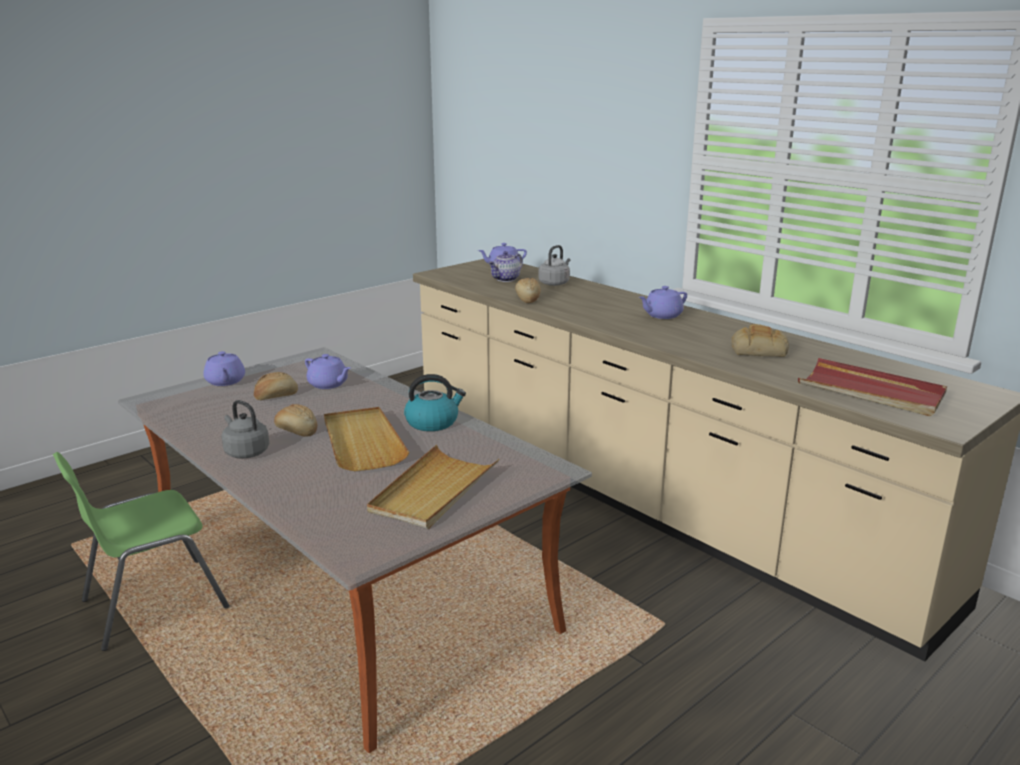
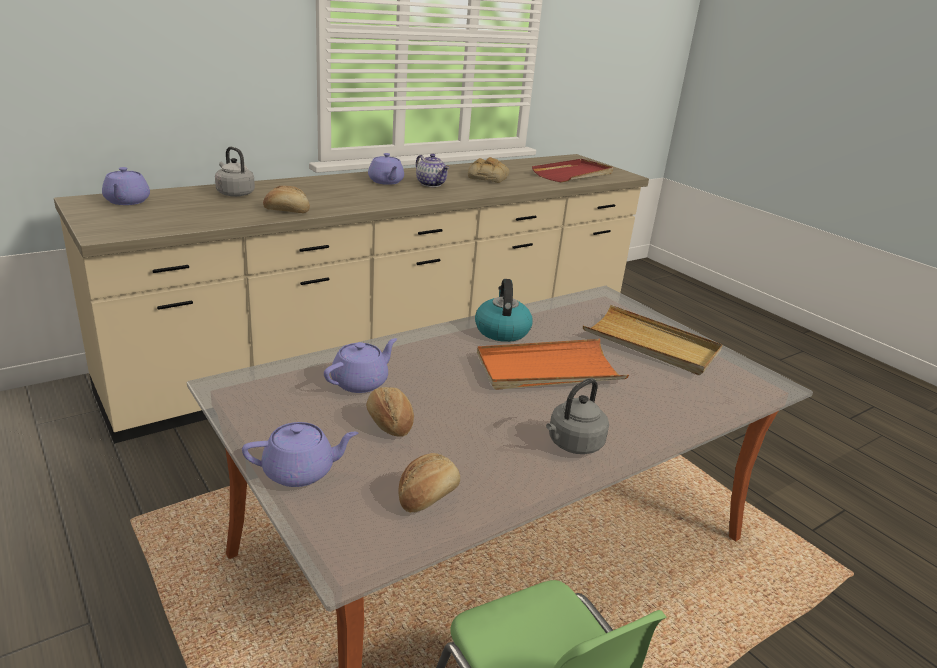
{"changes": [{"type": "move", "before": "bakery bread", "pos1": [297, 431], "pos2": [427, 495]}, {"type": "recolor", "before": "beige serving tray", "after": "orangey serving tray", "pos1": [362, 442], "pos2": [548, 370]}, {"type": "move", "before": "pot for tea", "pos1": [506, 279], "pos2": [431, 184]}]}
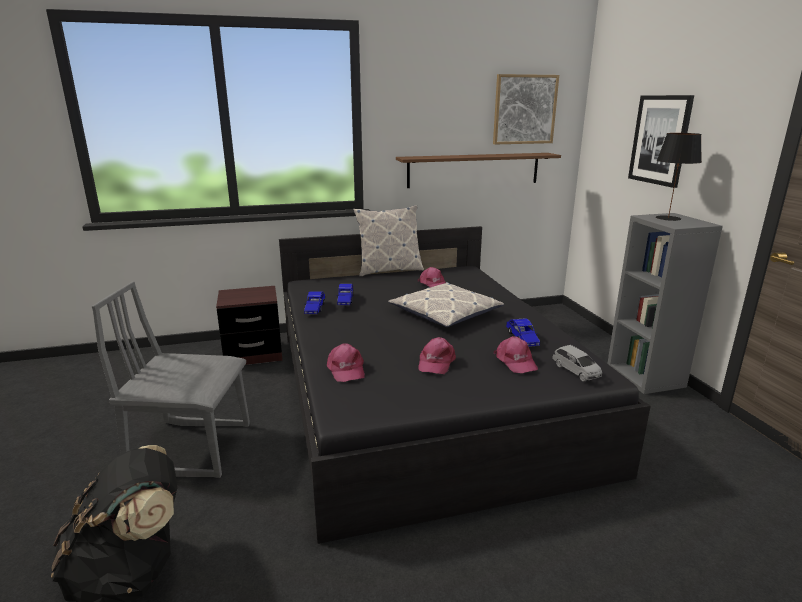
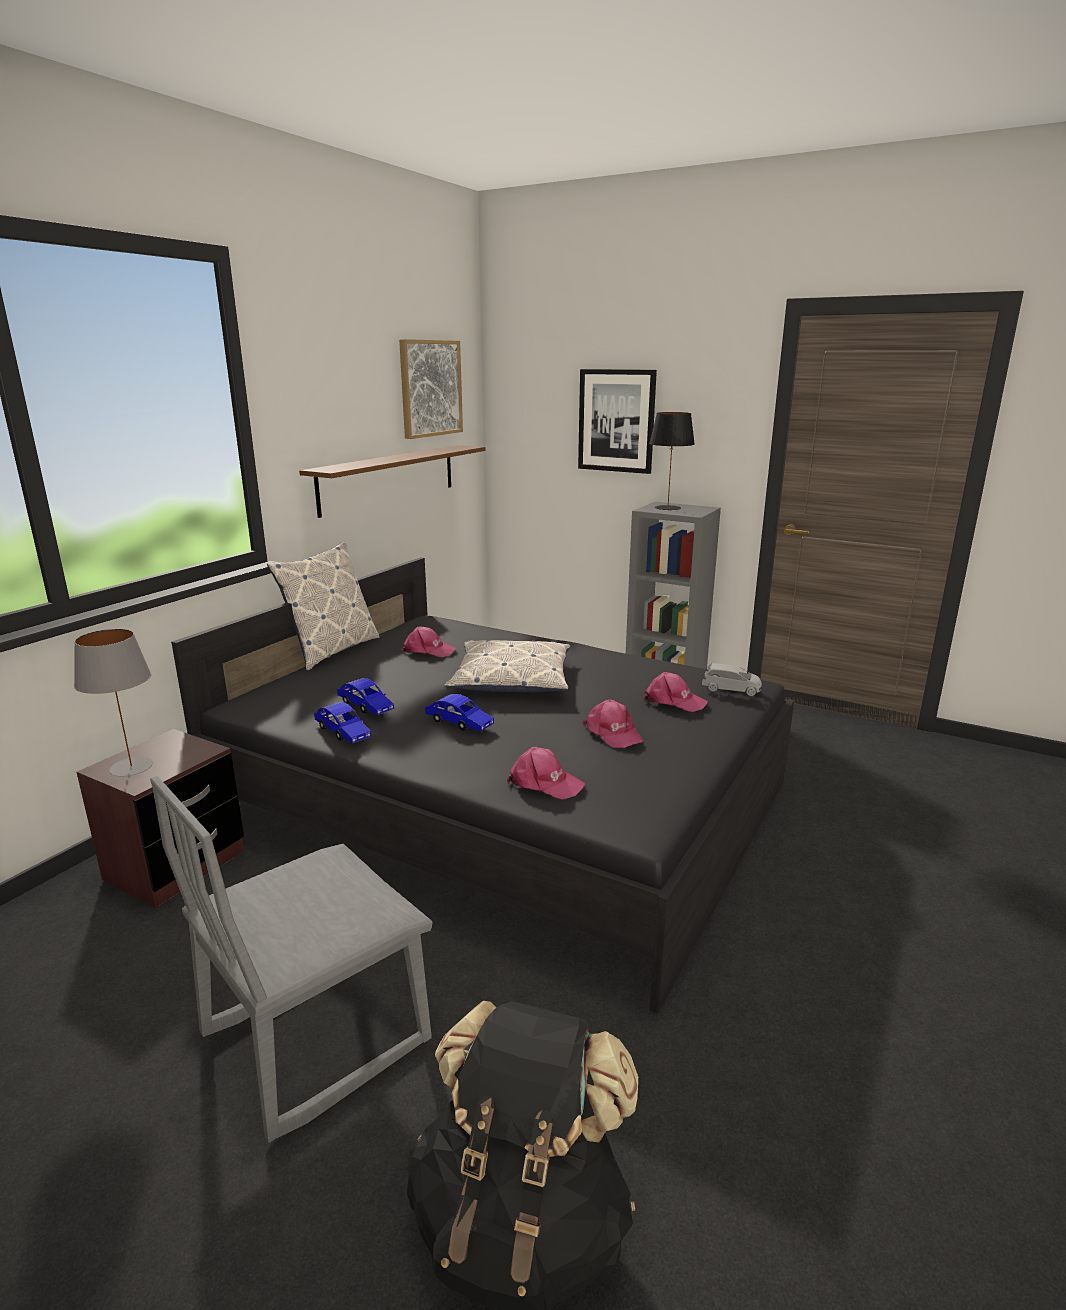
{"changes": [{"type": "move", "before": "bluish miniature car", "pos1": [522, 338], "pos2": [459, 723]}, {"type": "insert", "after": "greyish table lamp", "pos2": [131, 767]}]}
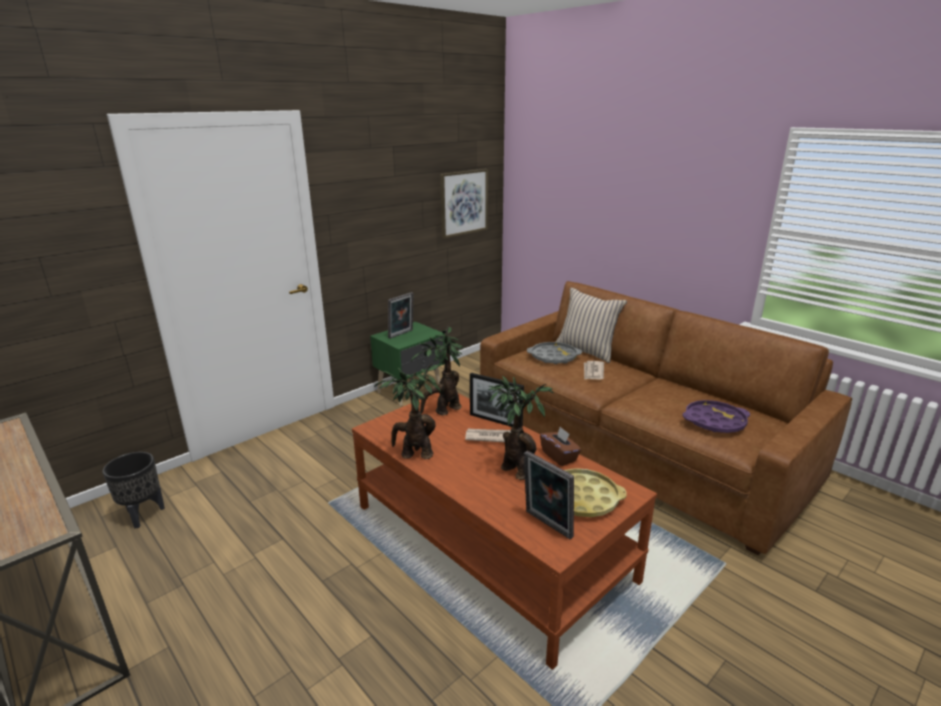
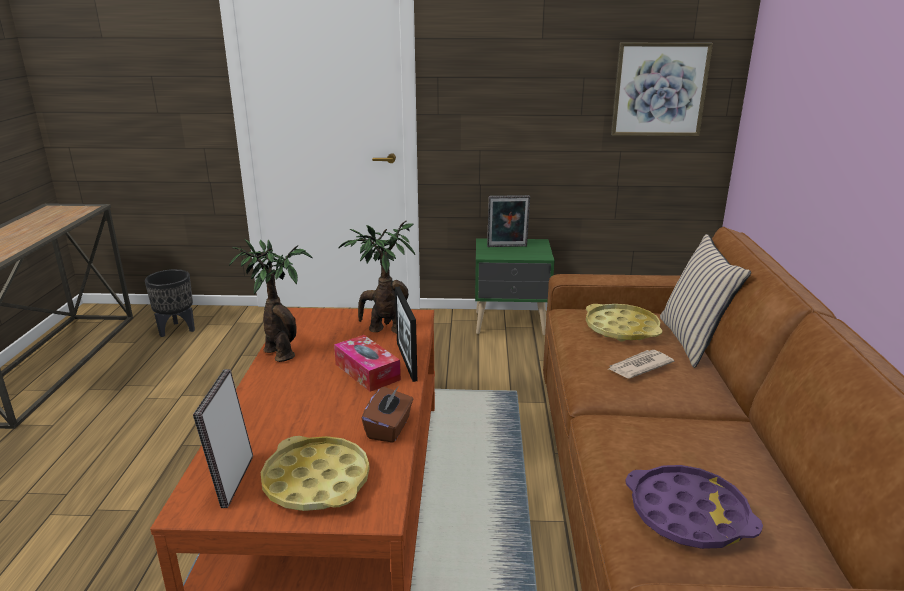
{"changes": [{"type": "replace", "before": "printed paper", "after": "box of tissues", "pos1": [488, 437], "pos2": [367, 372]}, {"type": "delete", "before": "houseplant", "pos1": [514, 469]}, {"type": "recolor", "before": "greyish serving tray", "after": "yellow-coloured serving tray", "pos1": [553, 357], "pos2": [621, 328]}]}
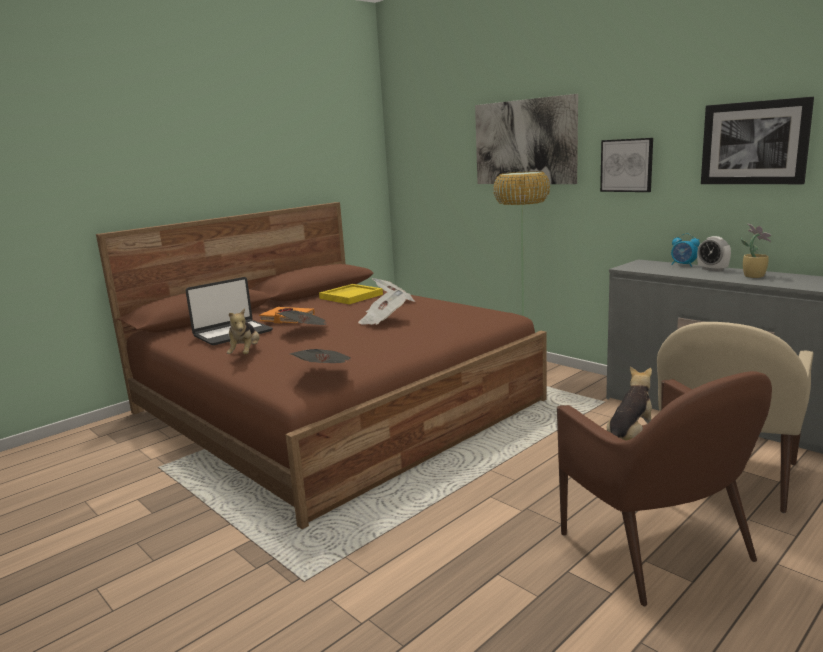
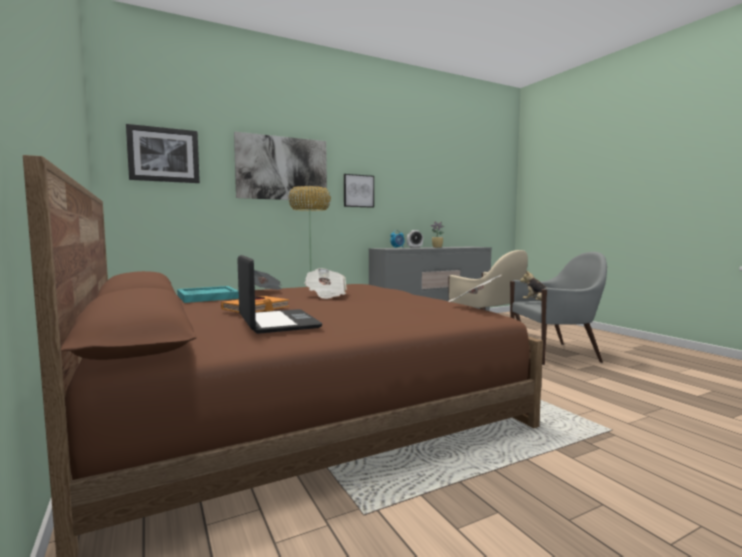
{"changes": [{"type": "delete", "before": "plush toy", "pos1": [246, 353]}, {"type": "delete", "before": "printed paper", "pos1": [306, 331]}, {"type": "recolor", "before": "yellow-coloured serving tray", "after": "blue-green serving tray", "pos1": [351, 296], "pos2": [207, 297]}, {"type": "recolor", "before": "brown-coloured lounge chair", "after": "greyish lounge chair", "pos1": [657, 549], "pos2": [555, 353]}, {"type": "move", "before": "wall picture", "pos1": [754, 143], "pos2": [164, 155]}]}
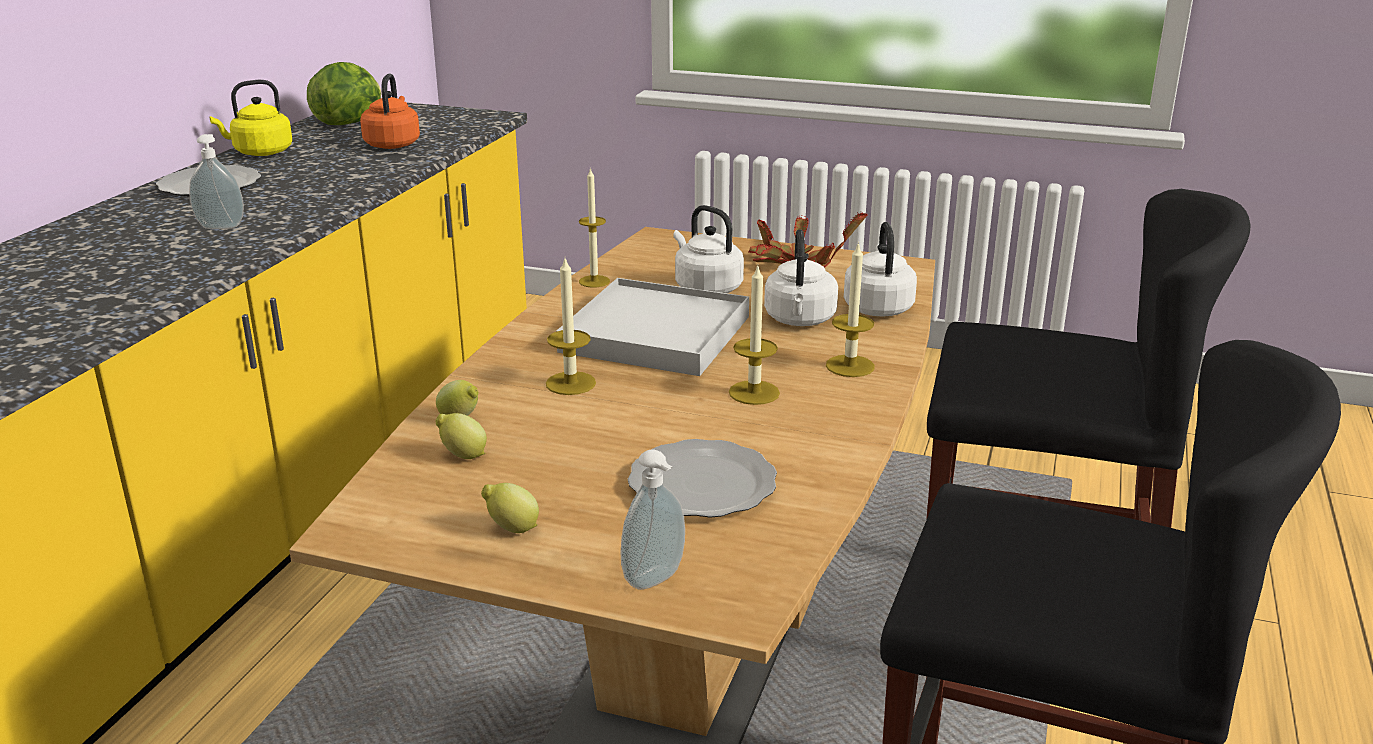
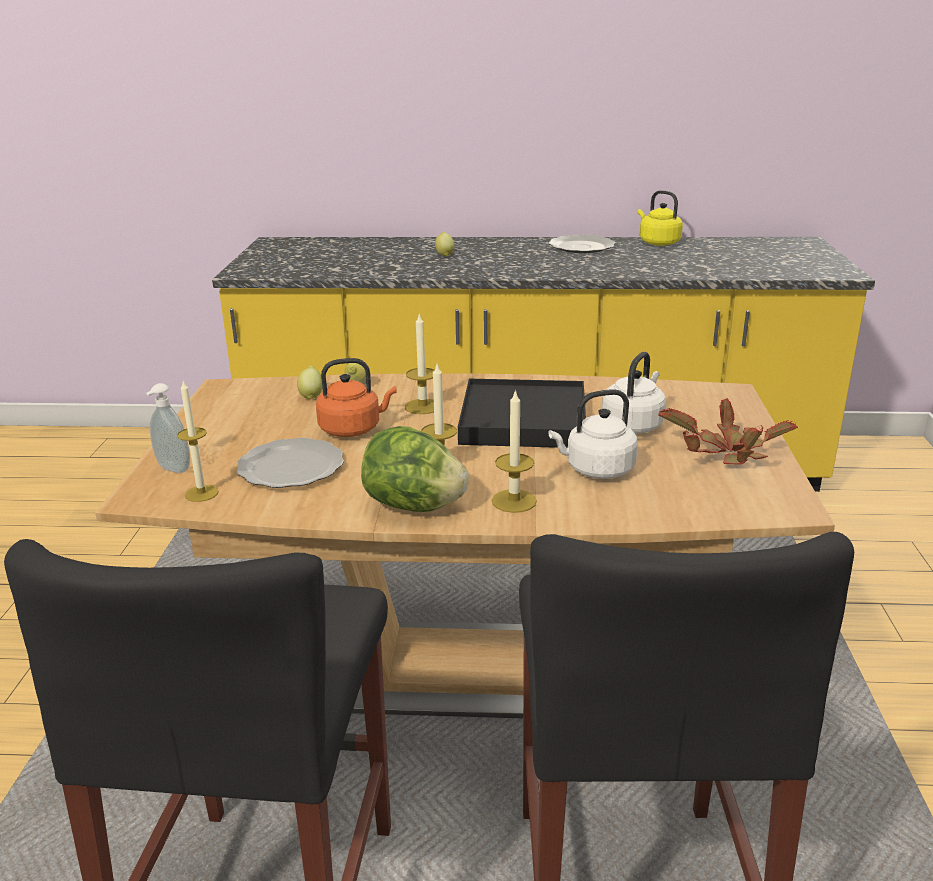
{"changes": [{"type": "delete", "before": "soap dispenser", "pos1": [222, 226]}, {"type": "move", "before": "lettuce head", "pos1": [350, 123], "pos2": [413, 506]}, {"type": "move", "before": "orangey tea kettle", "pos1": [393, 144], "pos2": [353, 429]}, {"type": "move", "before": "lemon", "pos1": [511, 528], "pos2": [444, 254]}, {"type": "recolor", "before": "white serving tray", "after": "black serving tray", "pos1": [655, 334], "pos2": [524, 419]}, {"type": "move", "before": "wax candle", "pos1": [594, 281], "pos2": [201, 493]}, {"type": "delete", "before": "white tea kettle", "pos1": [878, 307]}]}
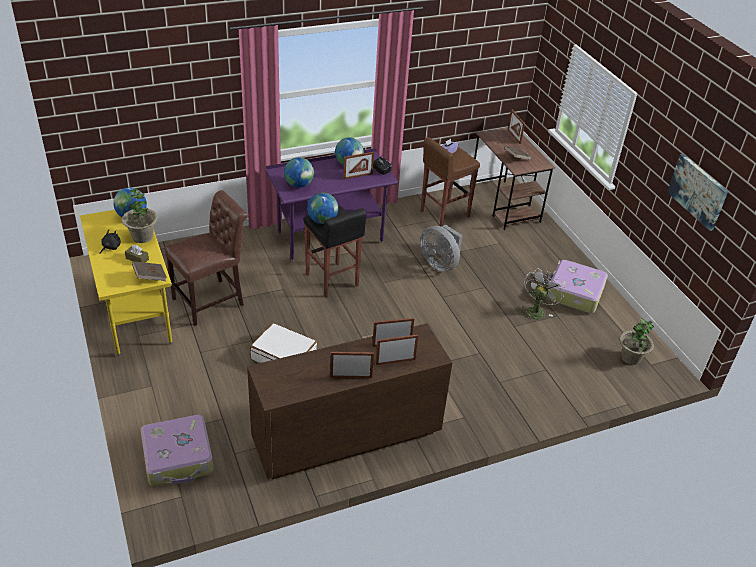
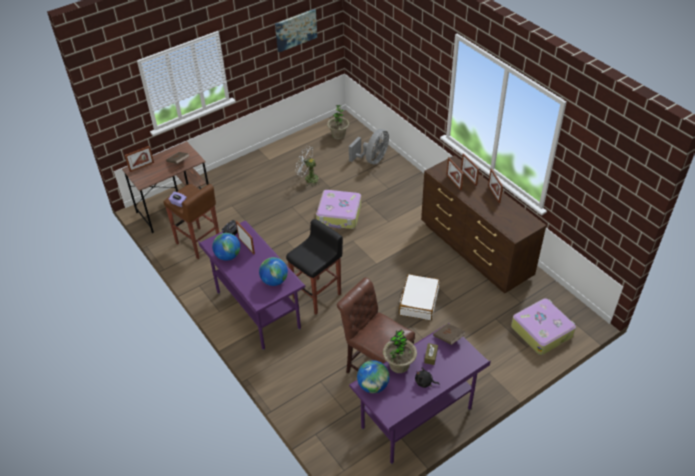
{"changes": [{"type": "recolor", "before": "yellow-coloured desk unit", "after": "purplish desk unit", "pos1": [134, 314], "pos2": [416, 419]}, {"type": "delete", "before": "globe", "pos1": [322, 220]}, {"type": "move", "before": "greyish electric fan", "pos1": [440, 263], "pos2": [372, 160]}, {"type": "move", "before": "suitcase", "pos1": [574, 293], "pos2": [339, 215]}]}
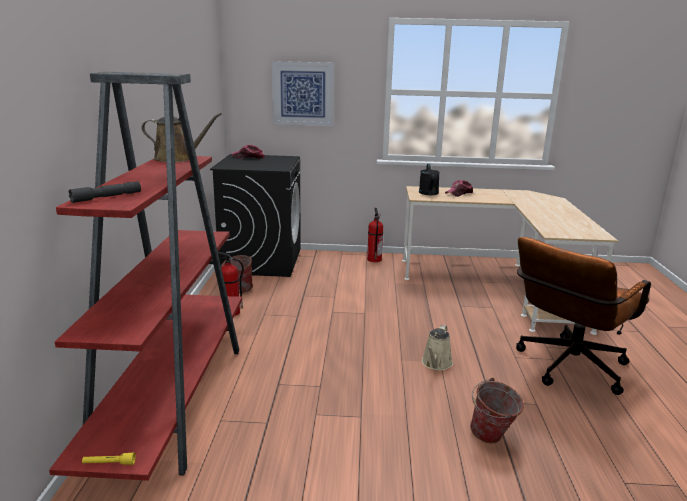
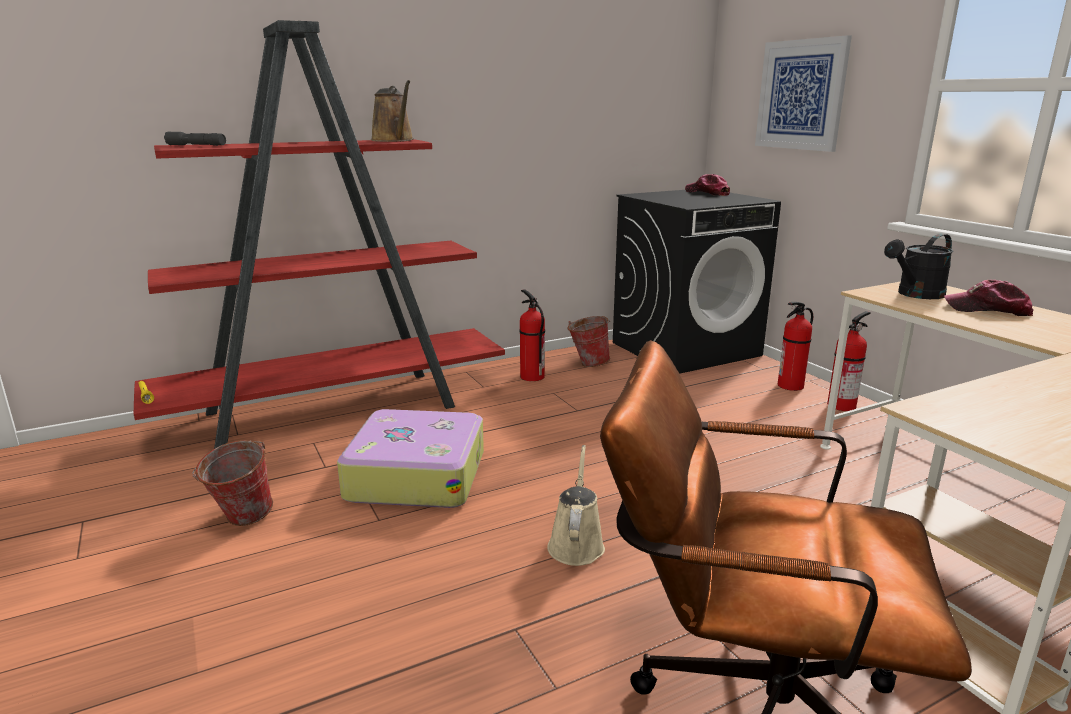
{"changes": [{"type": "rotate", "before": "beige sprinkling can", "pos1": [436, 364], "pos2": [576, 544], "turn": 105}, {"type": "move", "before": "pail", "pos1": [491, 438], "pos2": [240, 519]}, {"type": "insert", "after": "suitcase", "pos2": [416, 474]}, {"type": "insert", "after": "extinguisher", "pos2": [790, 386]}]}
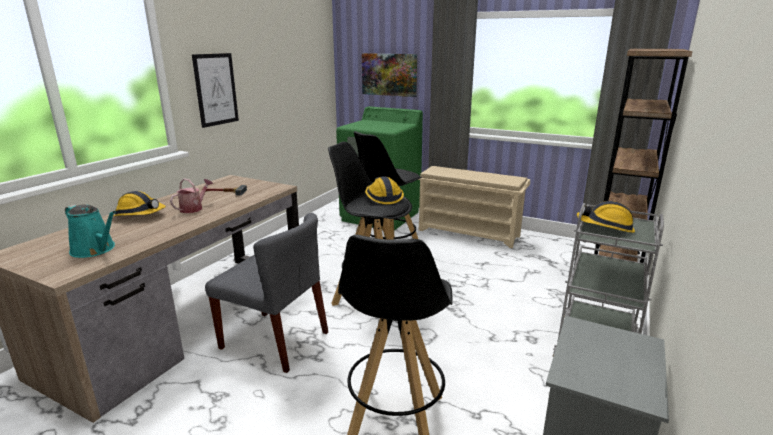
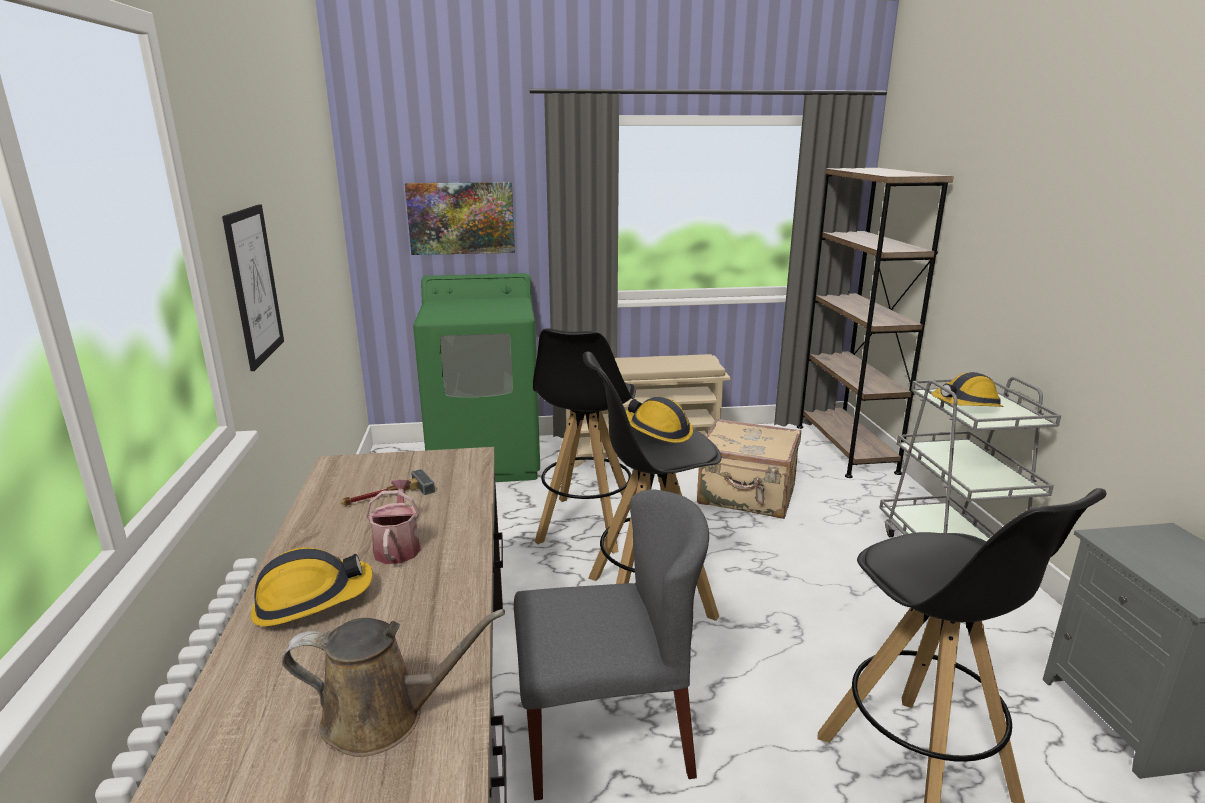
{"changes": [{"type": "recolor", "before": "blue-green sprinkling can", "after": "brown-coloured sprinkling can", "pos1": [95, 250], "pos2": [384, 717]}, {"type": "insert", "after": "beige suitcase", "pos2": [747, 496]}]}
